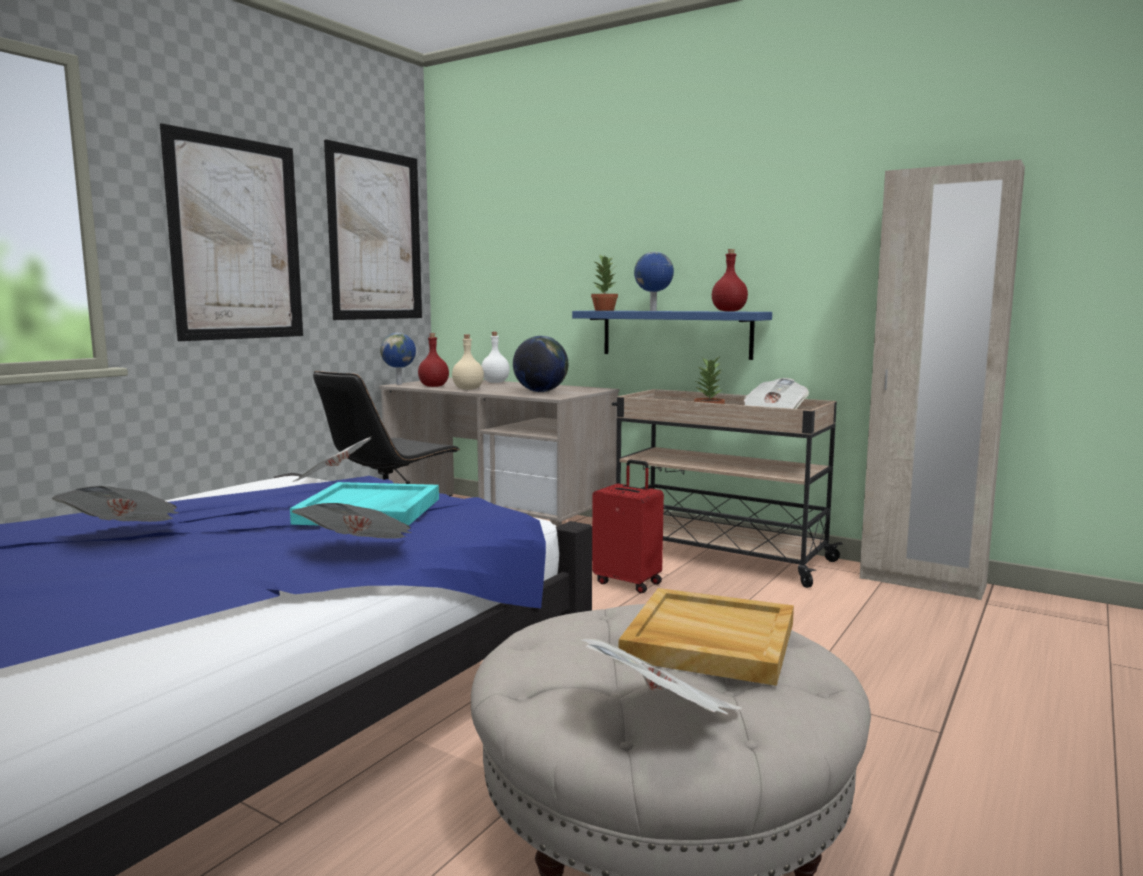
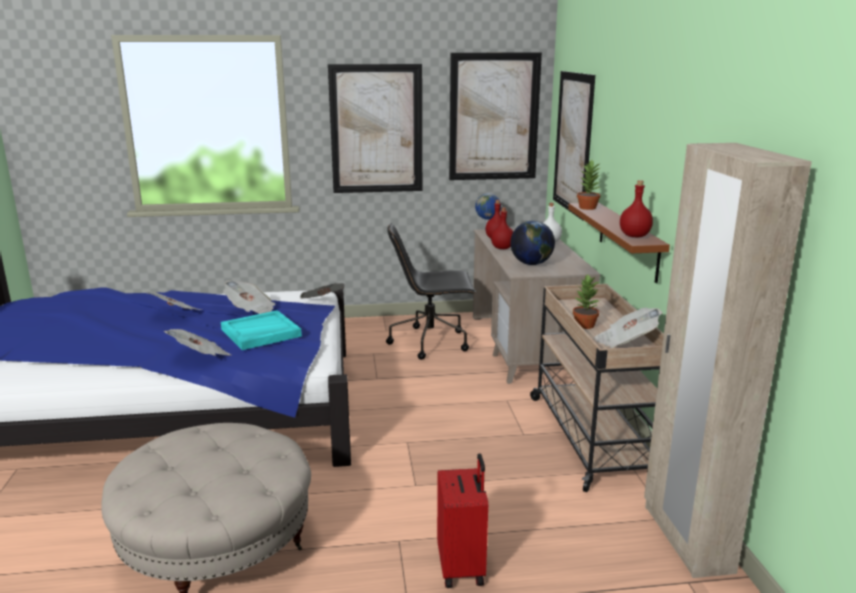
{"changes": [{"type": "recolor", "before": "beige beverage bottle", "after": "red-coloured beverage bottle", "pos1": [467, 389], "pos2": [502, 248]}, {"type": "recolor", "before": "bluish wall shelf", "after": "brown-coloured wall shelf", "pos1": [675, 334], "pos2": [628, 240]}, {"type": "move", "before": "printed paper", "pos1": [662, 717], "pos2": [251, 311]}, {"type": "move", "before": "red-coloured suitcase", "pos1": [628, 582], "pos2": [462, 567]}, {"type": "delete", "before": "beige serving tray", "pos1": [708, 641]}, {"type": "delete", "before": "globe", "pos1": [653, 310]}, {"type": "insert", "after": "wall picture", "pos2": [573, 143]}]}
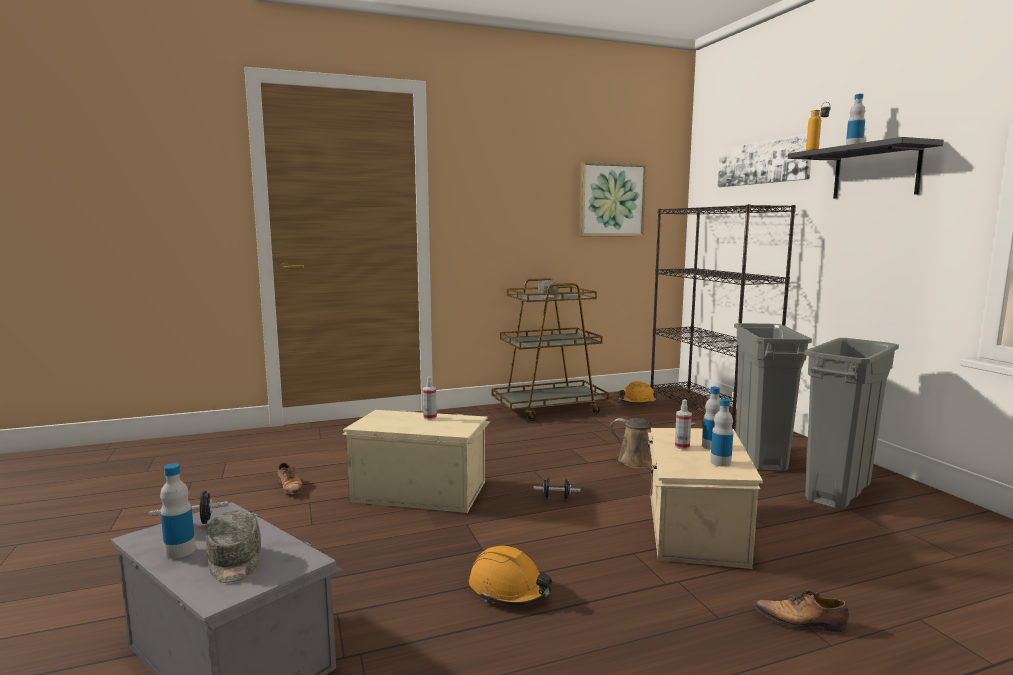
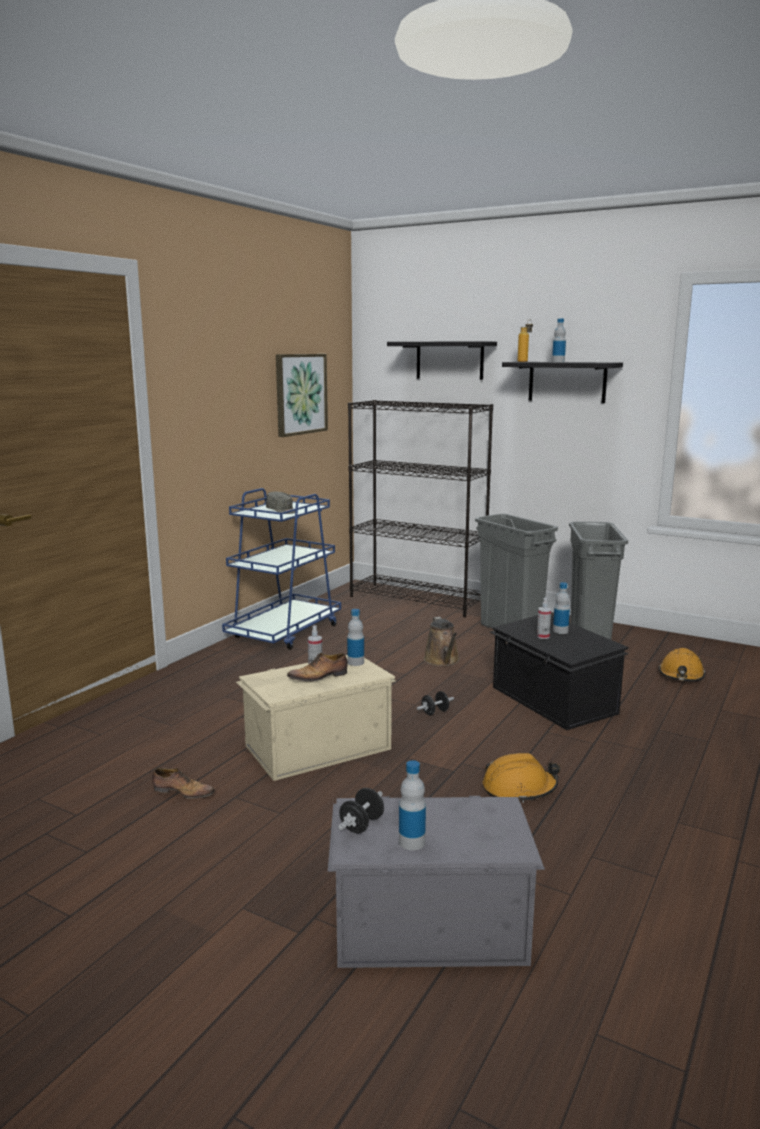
{"changes": [{"type": "delete", "before": "greyish cap", "pos1": [234, 561]}, {"type": "recolor", "before": "brown-coloured wheeled cart", "after": "bluish wheeled cart", "pos1": [549, 409], "pos2": [285, 632]}, {"type": "rotate", "before": "brown-coloured sprinkling can", "pos1": [642, 462], "pos2": [442, 661], "turn": 90}, {"type": "move", "before": "orangey work helmet", "pos1": [636, 402], "pos2": [681, 675]}, {"type": "recolor", "before": "beige storage bin", "after": "black storage bin", "pos1": [693, 529], "pos2": [552, 701]}, {"type": "move", "before": "beverage bottle", "pos1": [720, 462], "pos2": [355, 662]}, {"type": "replace", "before": "wall picture", "after": "black wall shelf", "pos1": [763, 162], "pos2": [449, 360]}, {"type": "move", "before": "item of footwear", "pos1": [802, 622], "pos2": [319, 677]}]}
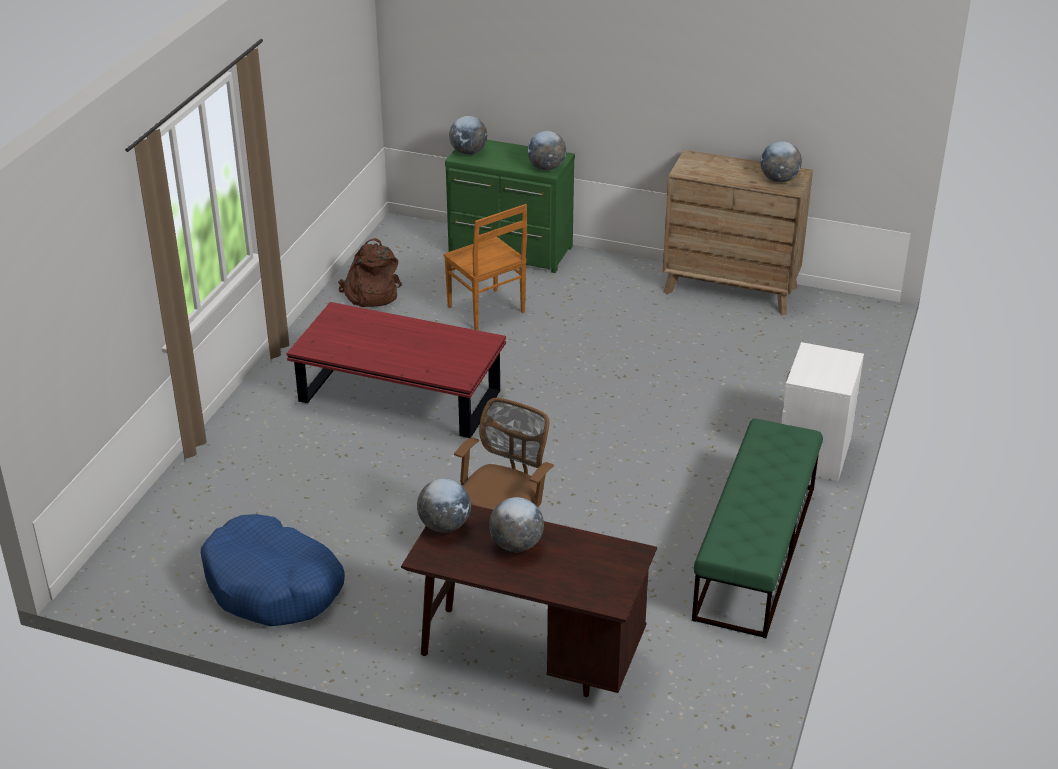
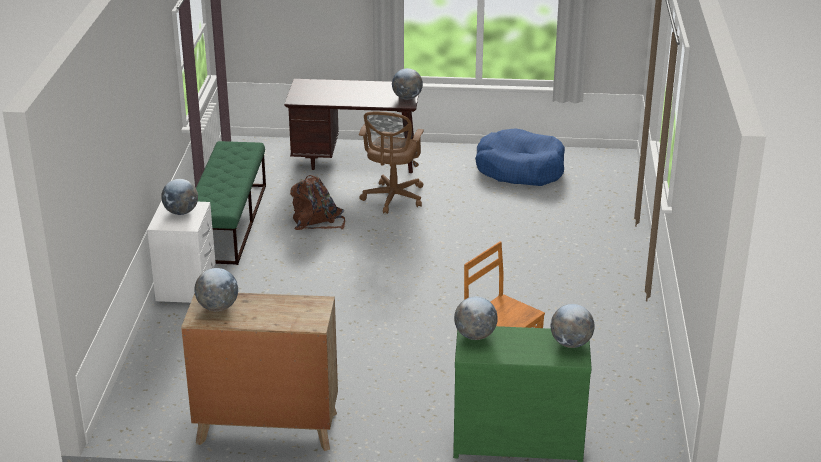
{"changes": [{"type": "delete", "before": "red-coloured coffee table", "pos1": [399, 397]}, {"type": "move", "before": "brown-coloured backpack", "pos1": [370, 294], "pos2": [317, 221]}, {"type": "move", "before": "globe", "pos1": [516, 545], "pos2": [181, 212]}]}
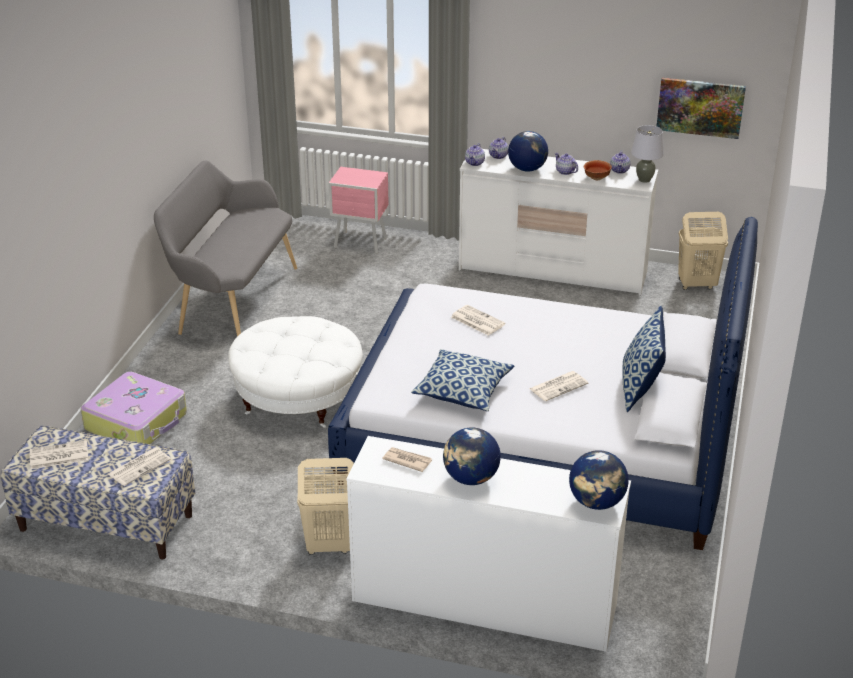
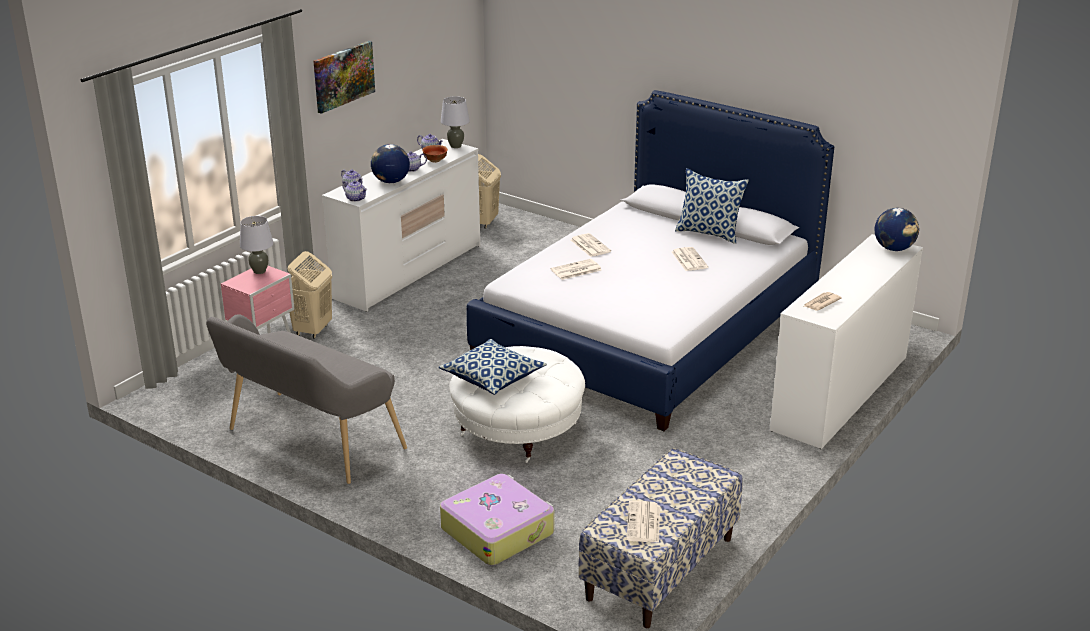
{"changes": [{"type": "move", "before": "printed paper", "pos1": [139, 466], "pos2": [589, 246]}, {"type": "move", "before": "beige laundry basket", "pos1": [329, 545], "pos2": [312, 330]}, {"type": "move", "before": "pillow", "pos1": [463, 391], "pos2": [493, 378]}, {"type": "delete", "before": "globe", "pos1": [471, 478]}, {"type": "move", "before": "wall picture", "pos1": [700, 107], "pos2": [343, 76]}, {"type": "insert", "after": "greyish table lamp", "pos2": [259, 271]}]}
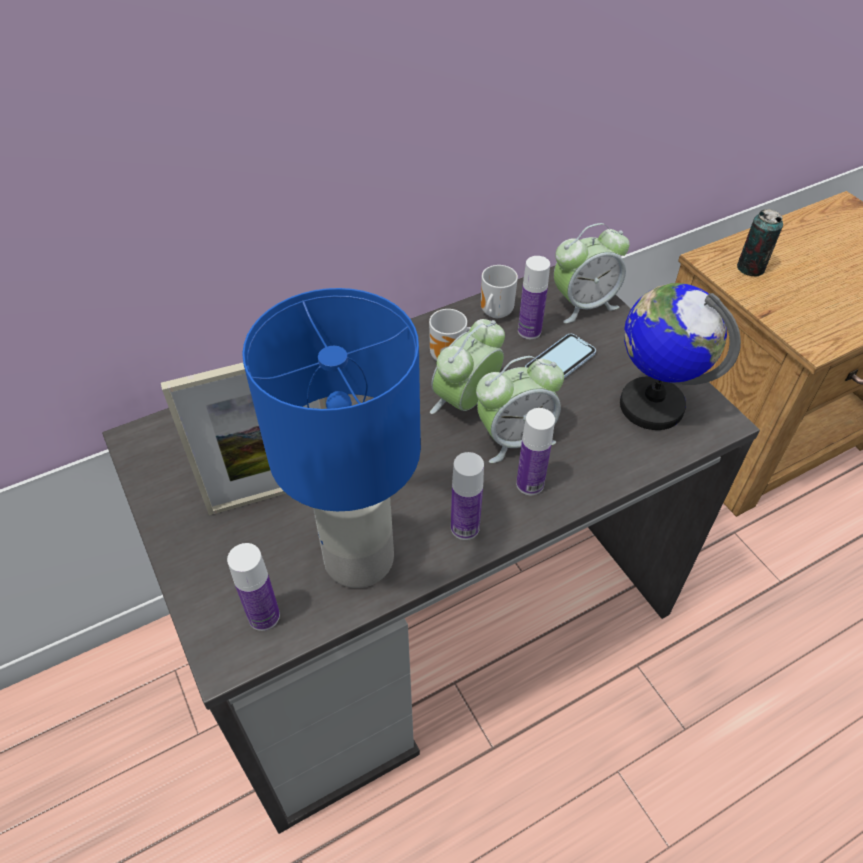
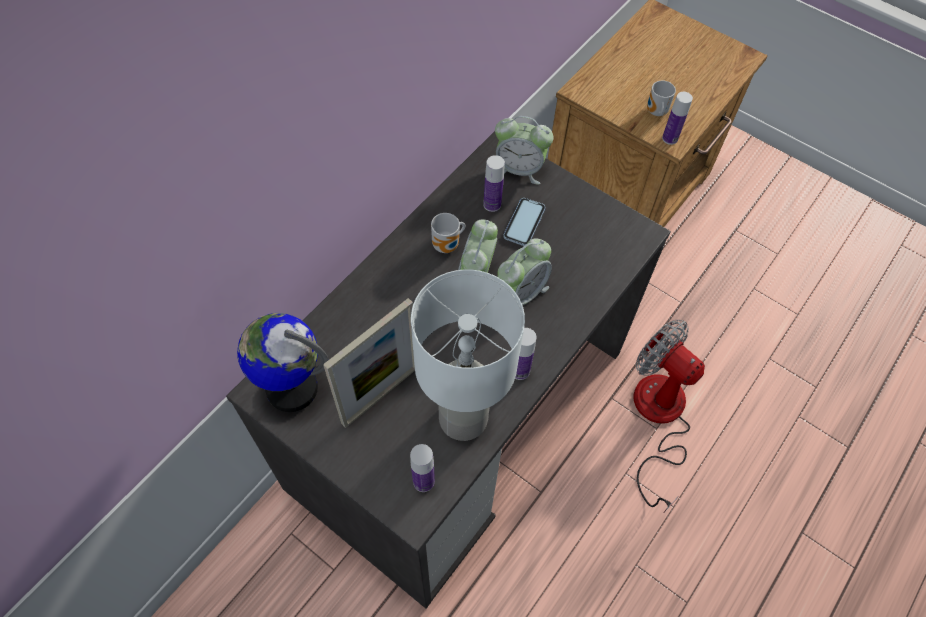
{"changes": [{"type": "recolor", "before": "bluish table lamp", "after": "white table lamp", "pos1": [358, 560], "pos2": [463, 420]}, {"type": "move", "before": "mug", "pos1": [494, 313], "pos2": [655, 113]}, {"type": "move", "before": "beverage bottle", "pos1": [530, 484], "pos2": [670, 138]}, {"type": "rotate", "before": "table clock", "pos1": [583, 304], "pos2": [519, 169], "turn": 60}, {"type": "move", "before": "globe", "pos1": [651, 405], "pos2": [292, 388]}, {"type": "delete", "before": "sealed can", "pos1": [750, 268]}, {"type": "insert", "after": "electric fan", "pos2": [658, 418]}]}
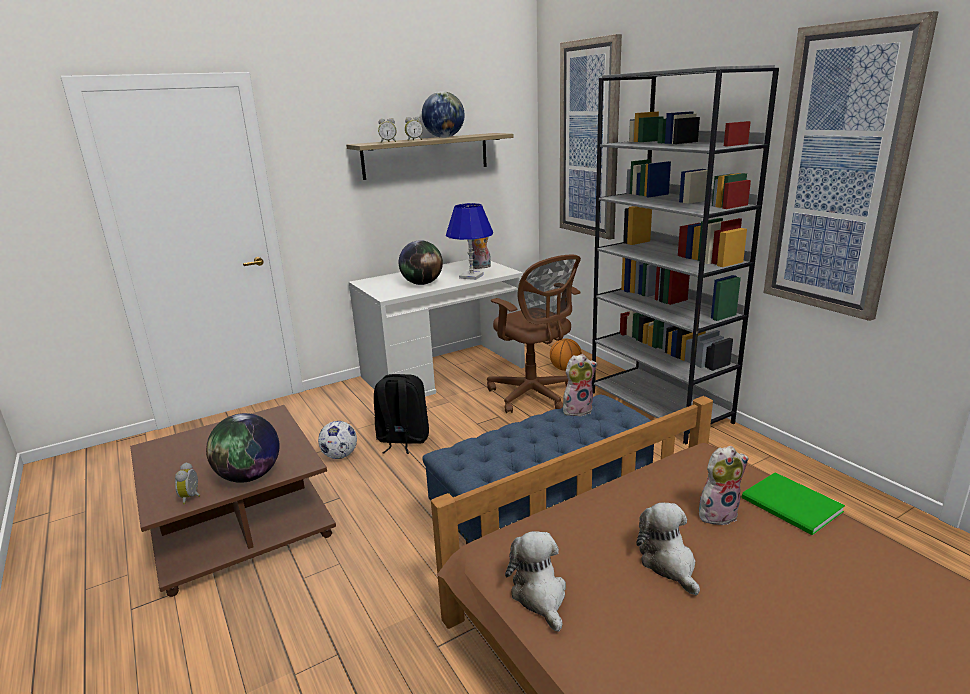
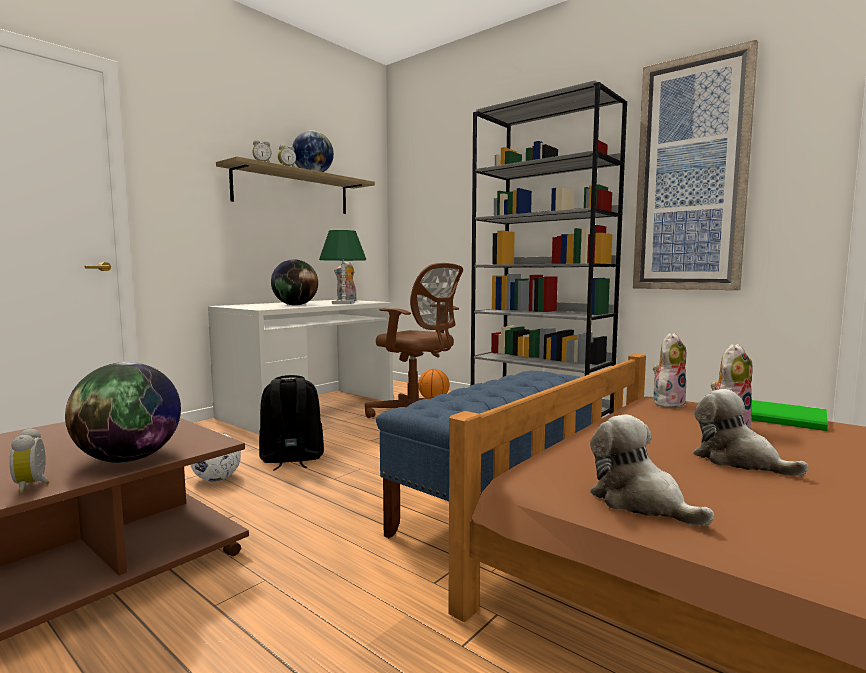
{"changes": [{"type": "recolor", "before": "bluish table lamp", "after": "greenish table lamp", "pos1": [471, 276], "pos2": [343, 303]}, {"type": "delete", "before": "wall picture", "pos1": [589, 141]}, {"type": "move", "before": "plush toy", "pos1": [577, 409], "pos2": [667, 403]}]}
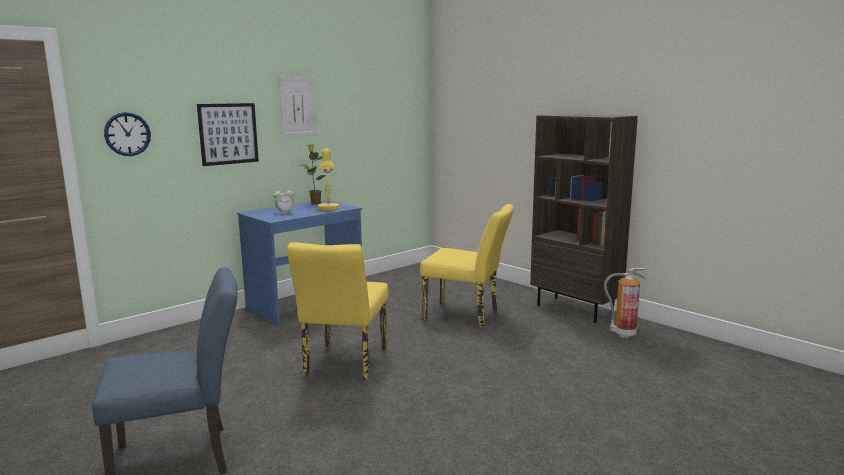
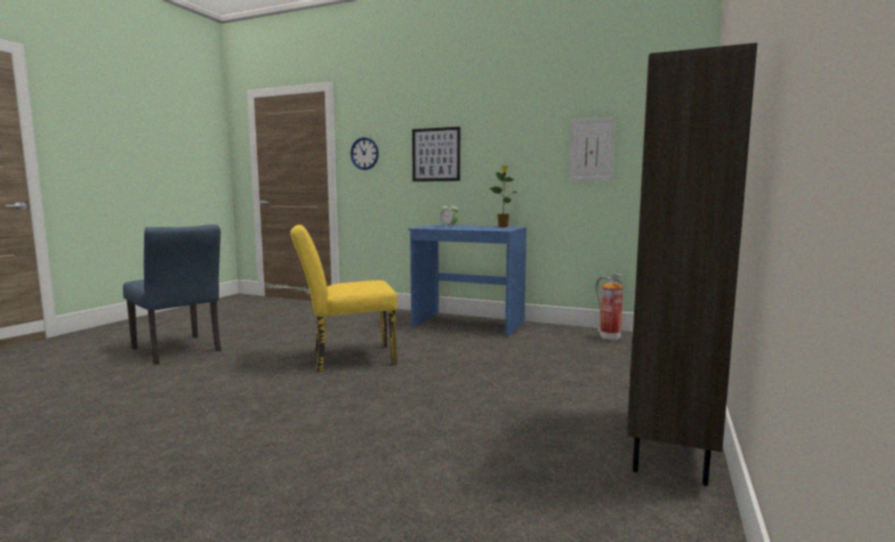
{"changes": [{"type": "move", "before": "wall picture", "pos1": [298, 107], "pos2": [591, 150]}, {"type": "delete", "before": "yellow-coloured table lamp", "pos1": [328, 209]}, {"type": "delete", "before": "yellow-coloured upright chair", "pos1": [467, 315]}, {"type": "move", "before": "extinguisher", "pos1": [623, 334], "pos2": [609, 338]}]}
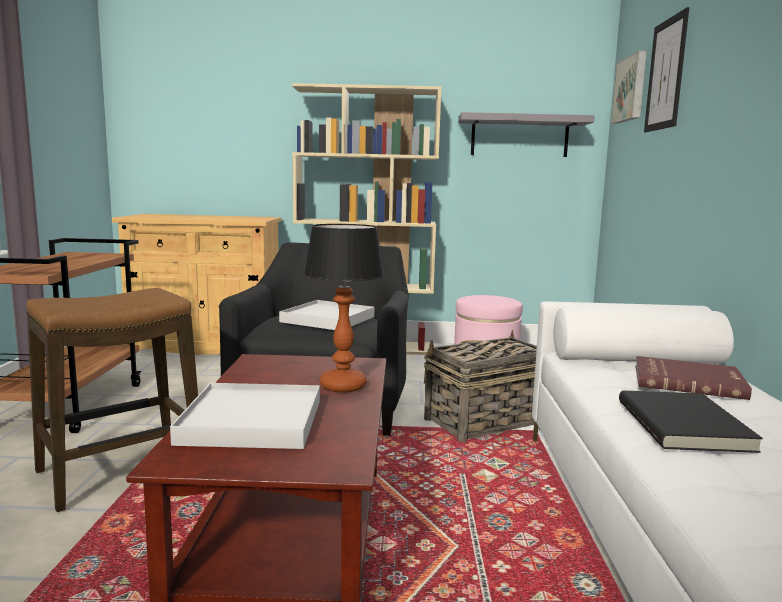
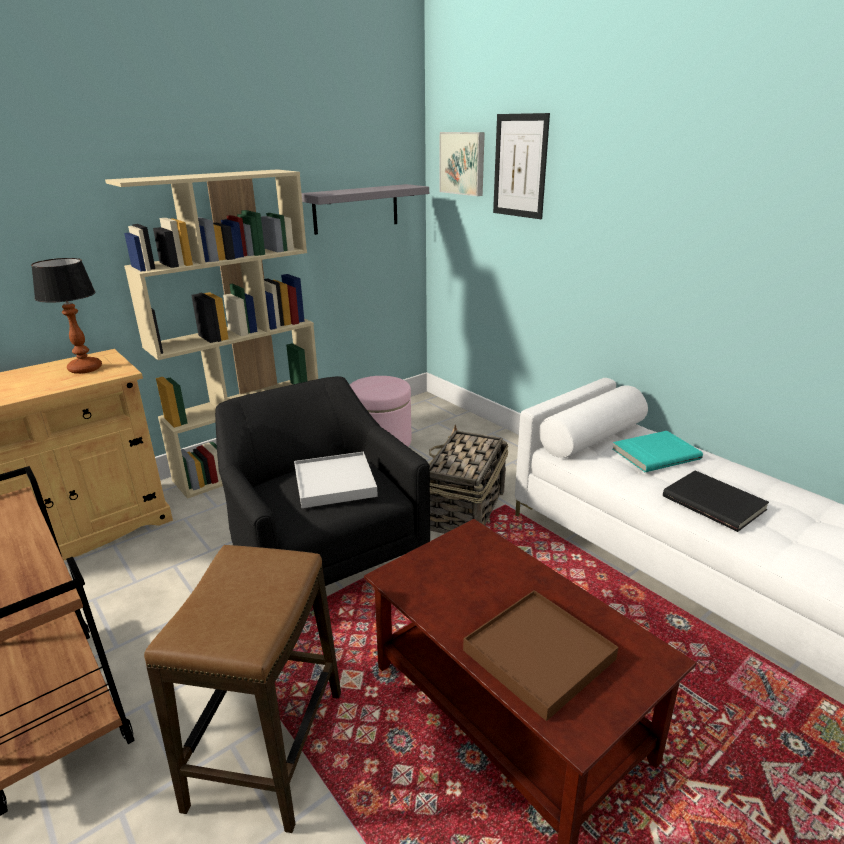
{"changes": [{"type": "recolor", "before": "white serving tray", "after": "brown-coloured serving tray", "pos1": [252, 421], "pos2": [539, 655]}, {"type": "move", "before": "table lamp", "pos1": [342, 386], "pos2": [85, 369]}, {"type": "recolor", "before": "red-coloured volume", "after": "blue-green volume", "pos1": [687, 381], "pos2": [654, 453]}]}
